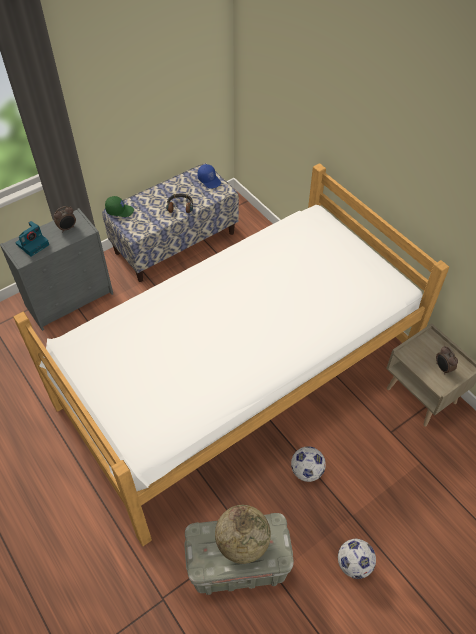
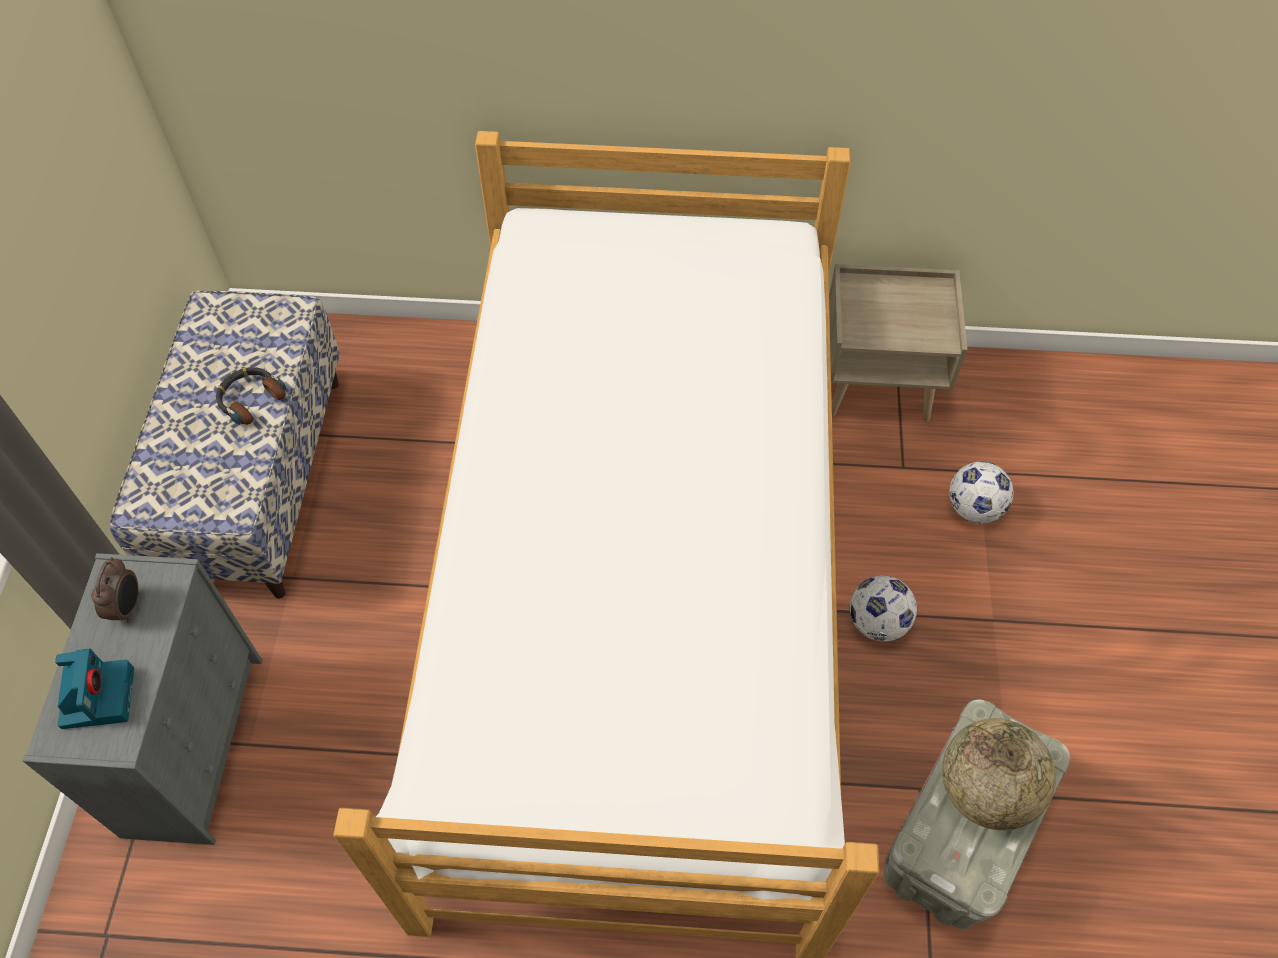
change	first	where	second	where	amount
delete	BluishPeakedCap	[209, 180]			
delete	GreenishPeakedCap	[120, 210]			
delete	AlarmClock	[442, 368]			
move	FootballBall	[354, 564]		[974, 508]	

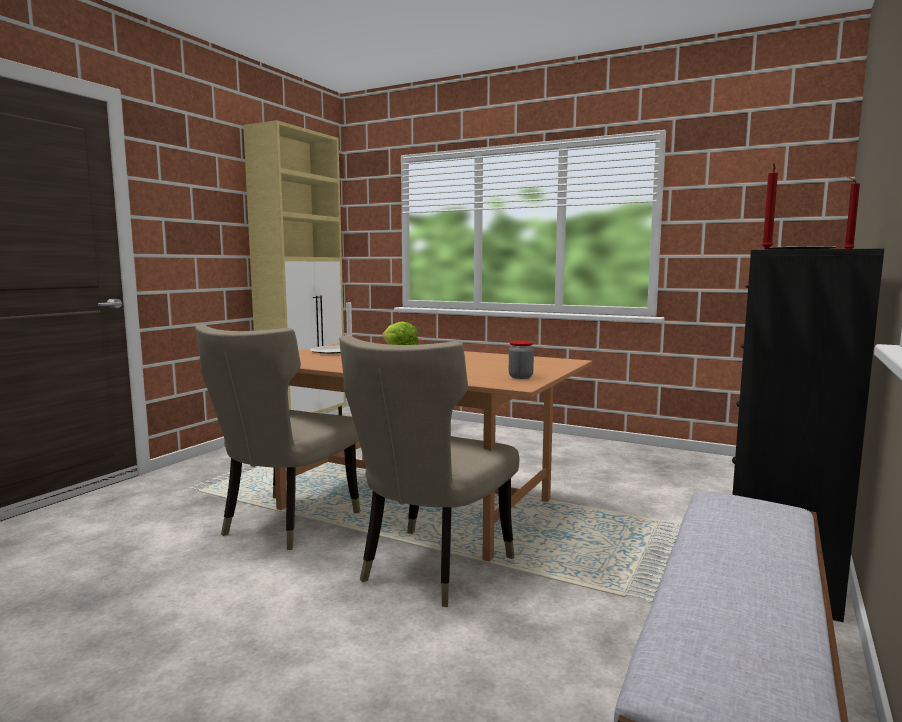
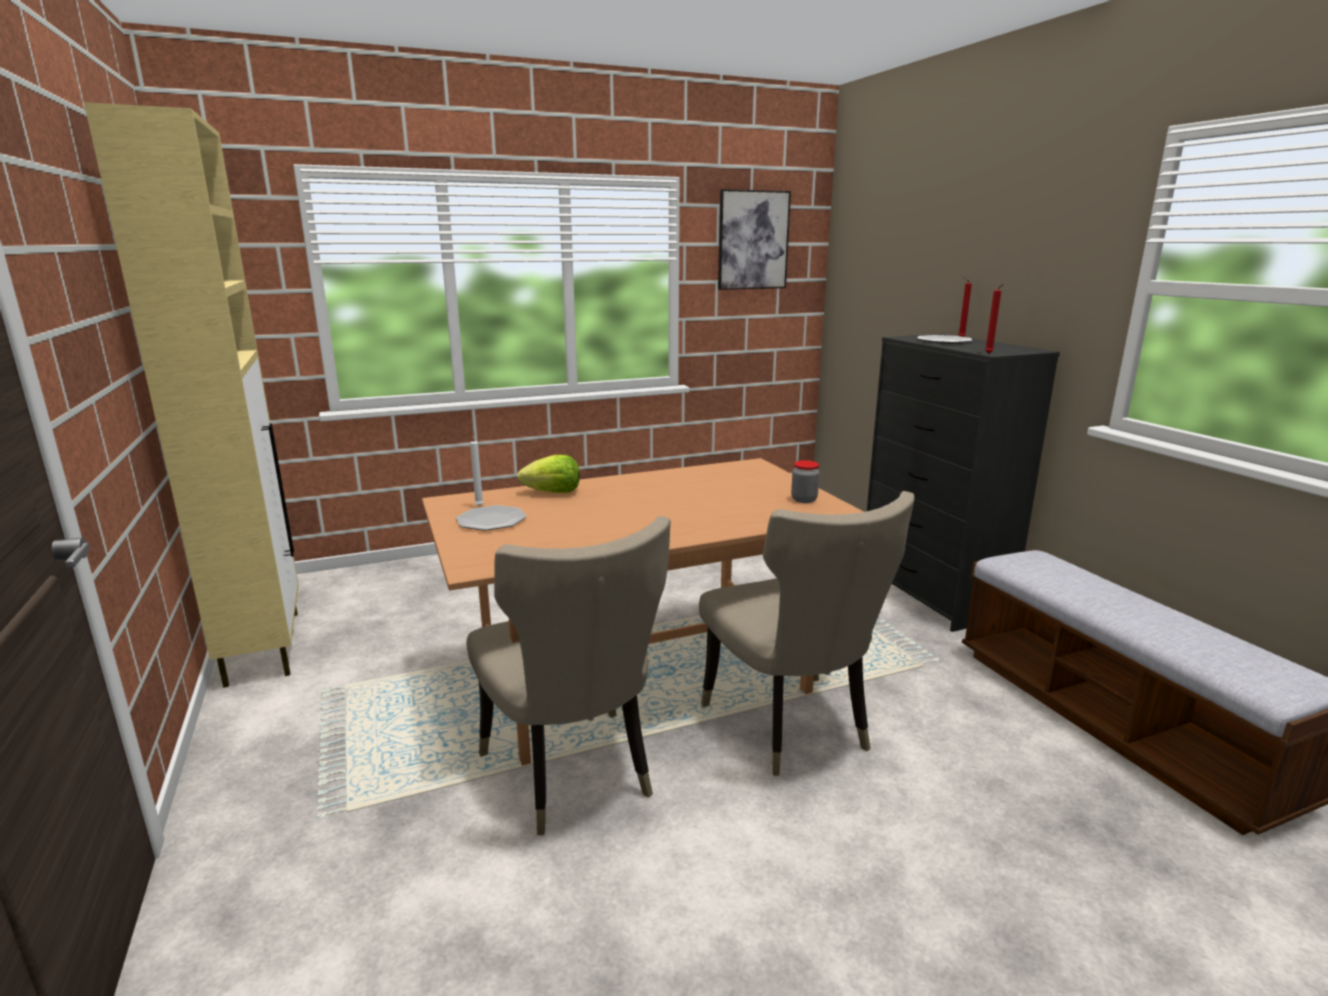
change	first	where	second	where	amount
insert			Picture	[753, 240]	

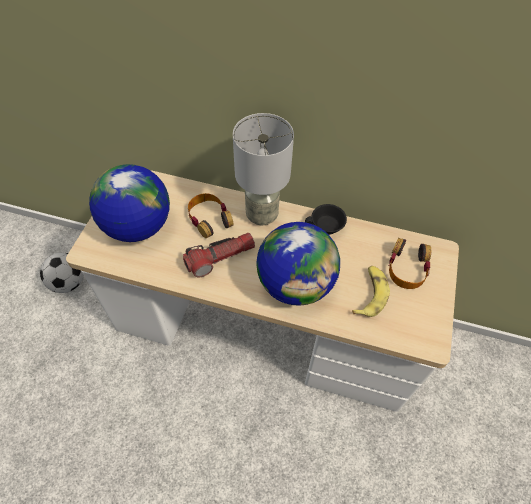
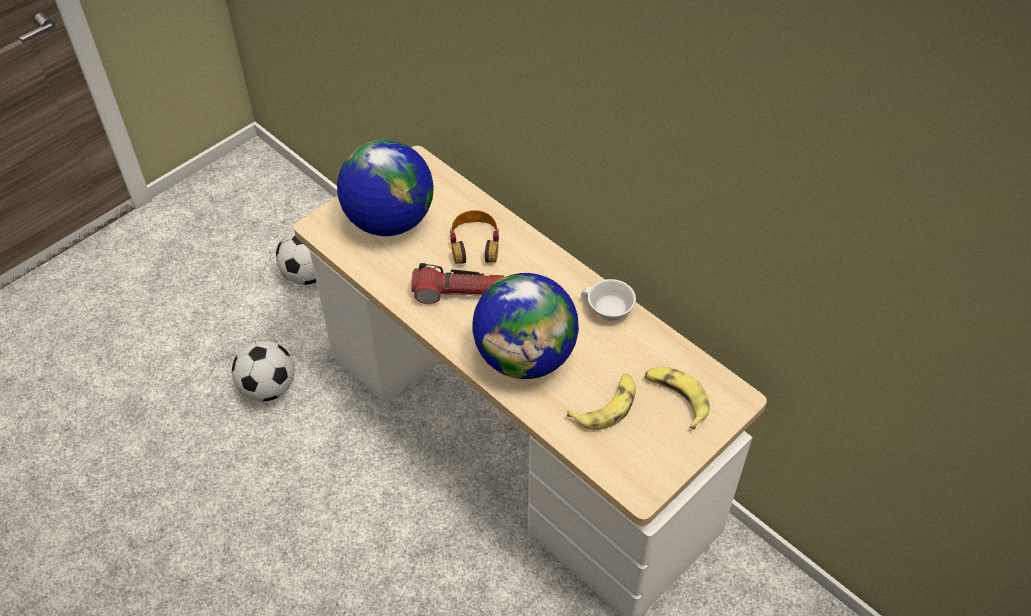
change	first	where	second	where	amount
delete	GreyishTableLamp	[261, 215]			
recolor	BlackishSmallCup	[326, 227]	WhiteSmallCup	[608, 311]	
replace	Headphones	[407, 268]	WholeBanana	[676, 398]	
insert			FootballBall	[268, 388]	

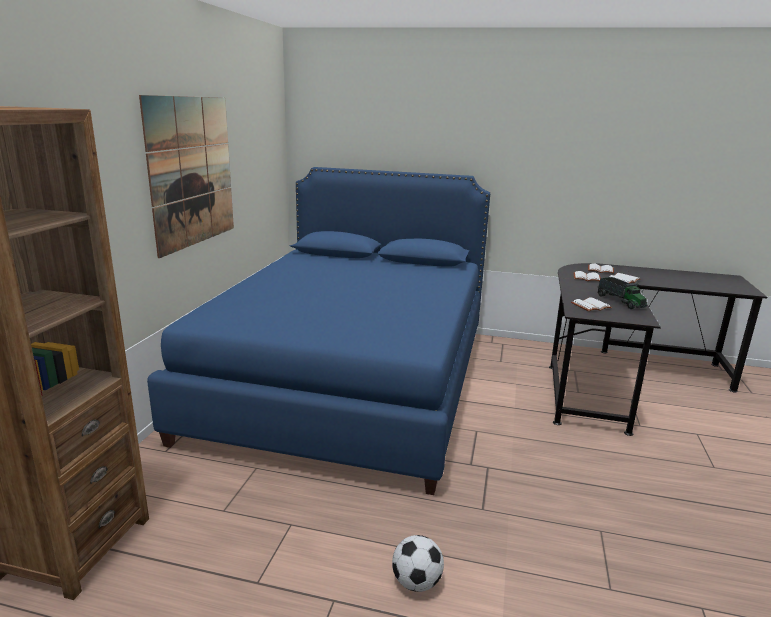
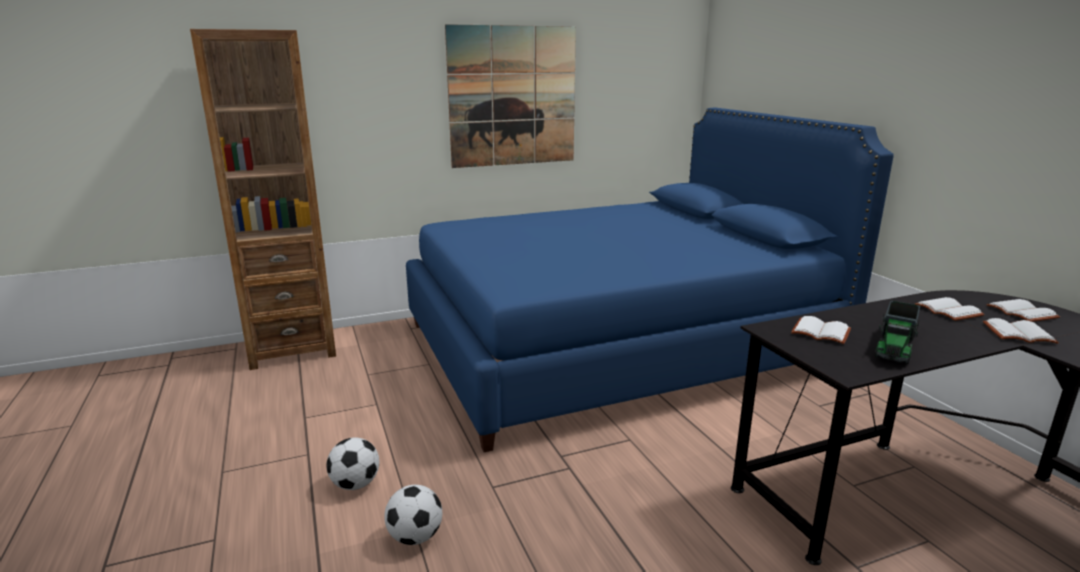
change	first	where	second	where	amount
insert			FootballBall	[415, 537]	

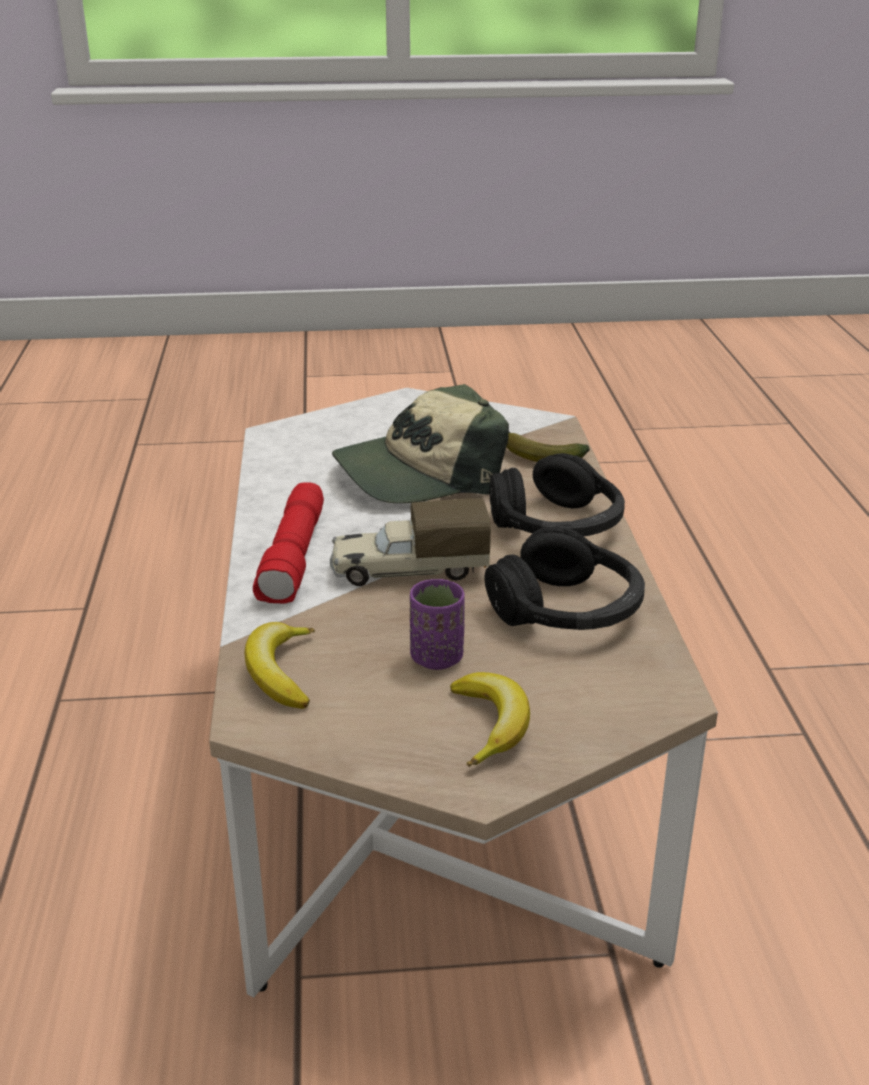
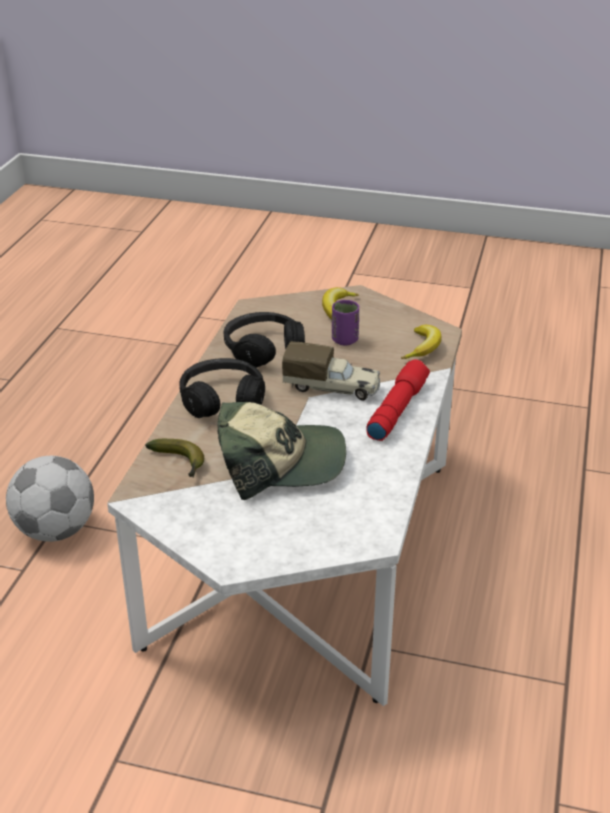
change	first	where	second	where	amount
insert			FootballBall	[56, 530]	

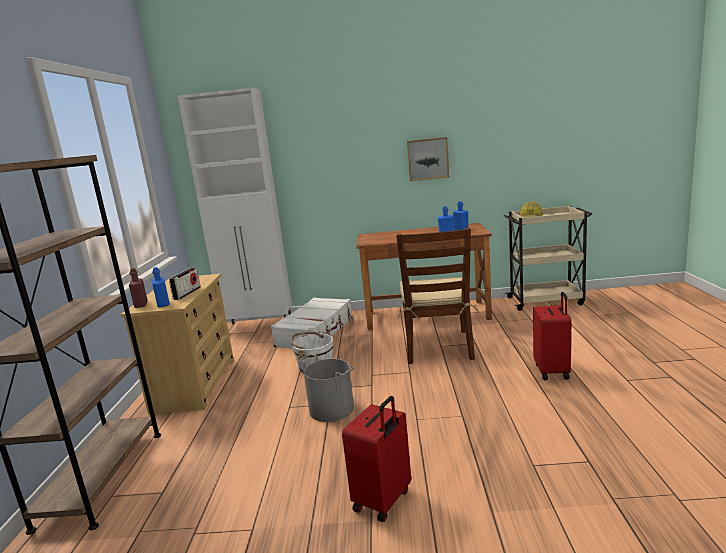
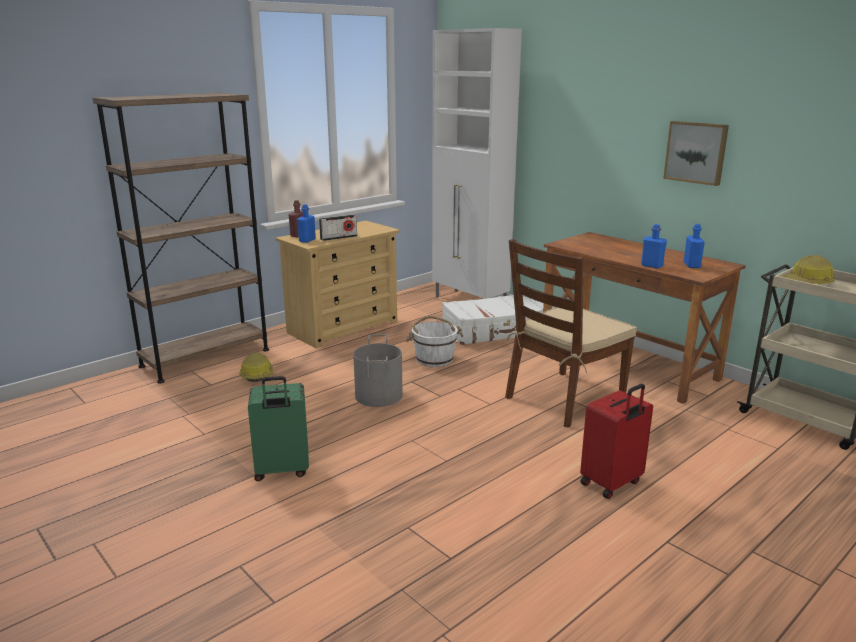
change	first	where	second	where	amount
recolor	RedColouredTravelCase	[383, 501]	GreenishTravelCase	[282, 471]	
insert			WorkHelmet	[257, 374]	

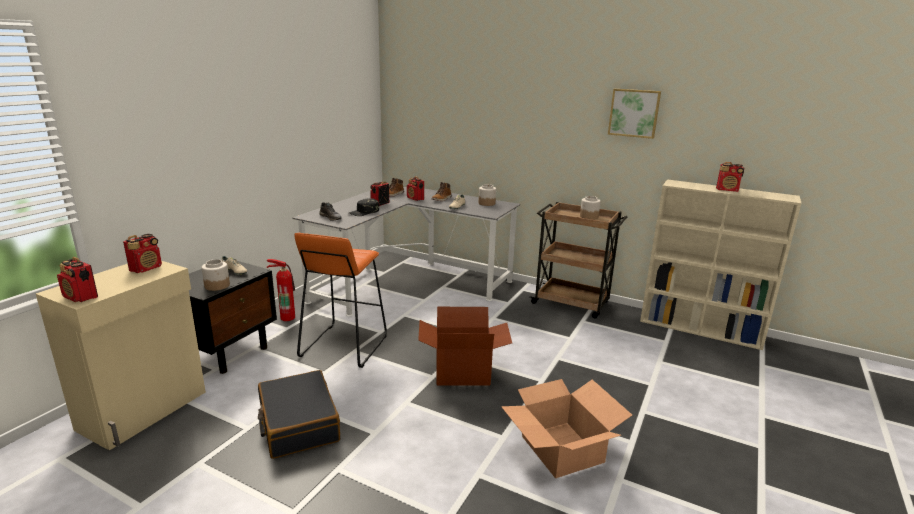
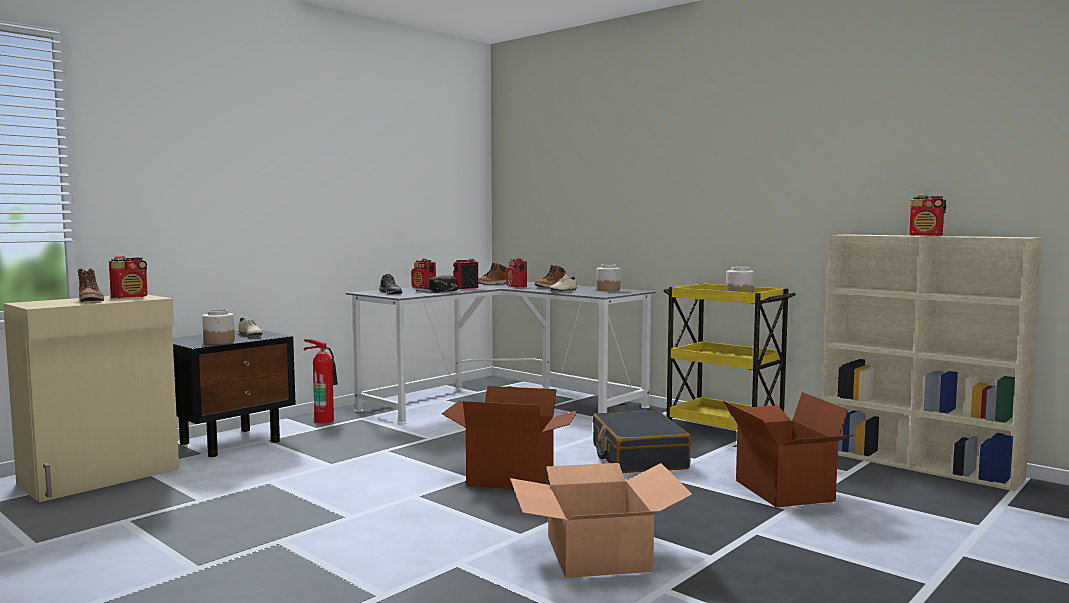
change	first	where	second	where	amount
delete	Picture	[634, 113]			
recolor	BrownColouredCart	[572, 303]	YellowishCart	[724, 430]	
delete	OrangeSittingStool	[343, 346]			
move	Radio	[81, 297]		[424, 288]	
move	BlackishTravelCase	[298, 424]		[638, 457]	
insert			Boot	[91, 300]	
insert			Carton	[782, 491]	

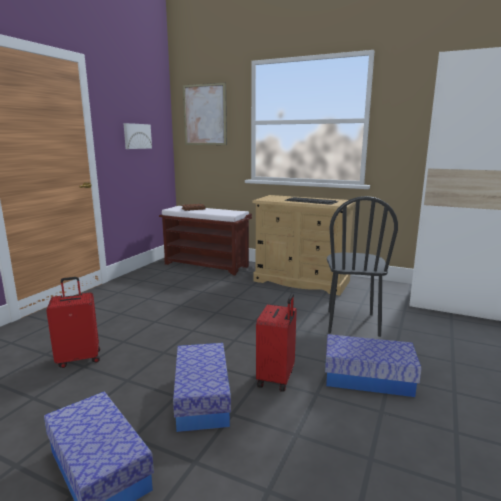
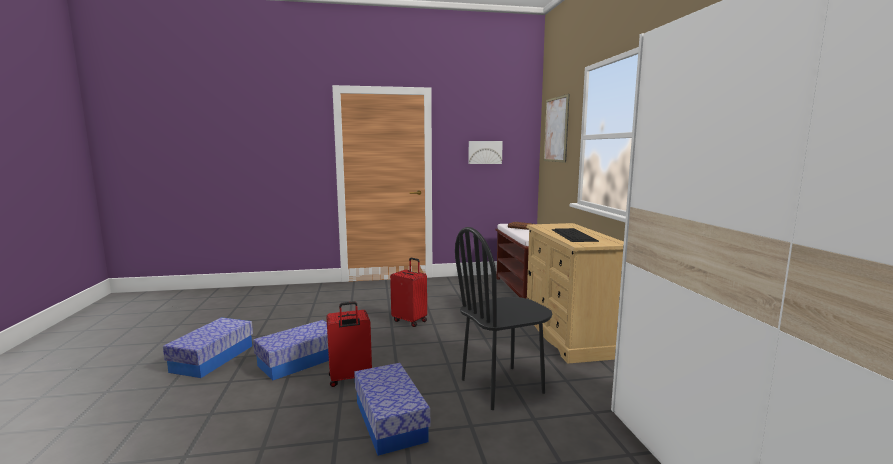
change	first	where	second	where	amount
move	RedColouredTravelCase	[79, 358]		[410, 320]	

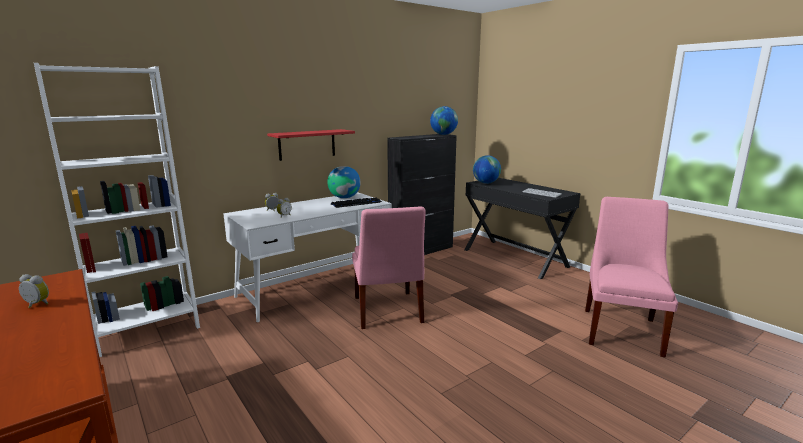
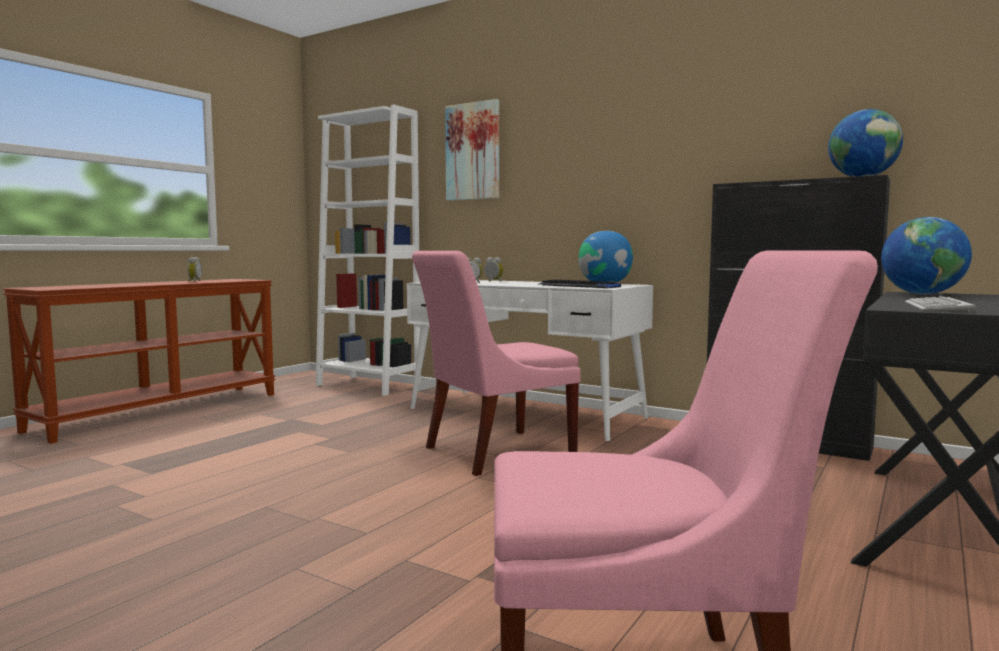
change	first	where	second	where	amount
delete	RedColouredShelf	[307, 144]			
insert			Picture	[473, 151]	

